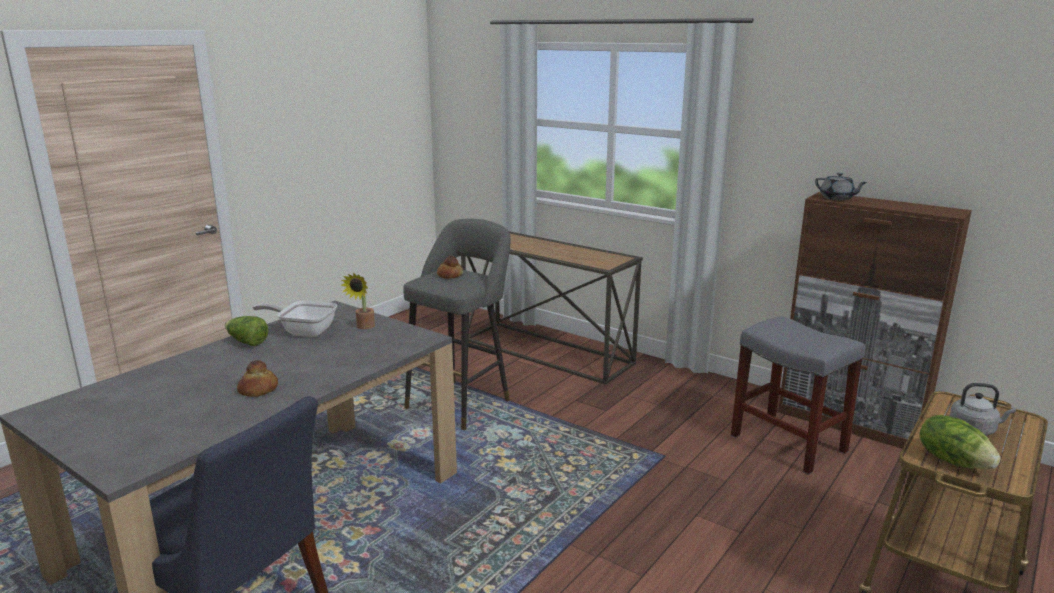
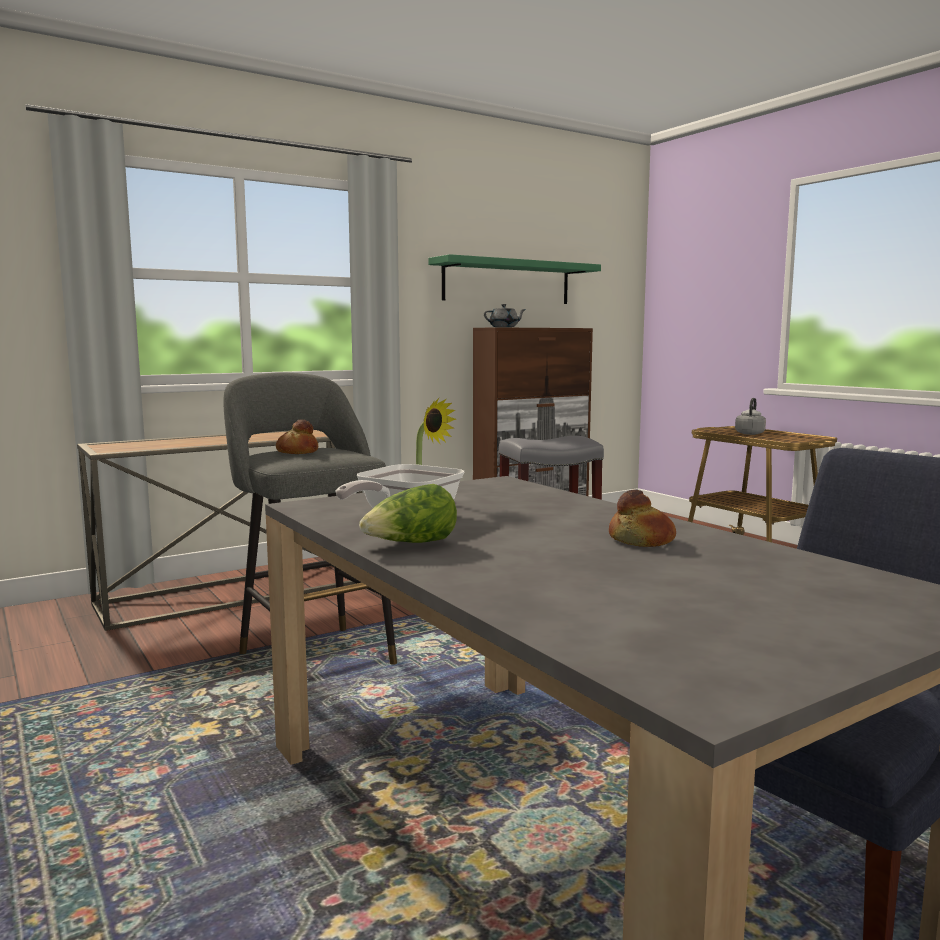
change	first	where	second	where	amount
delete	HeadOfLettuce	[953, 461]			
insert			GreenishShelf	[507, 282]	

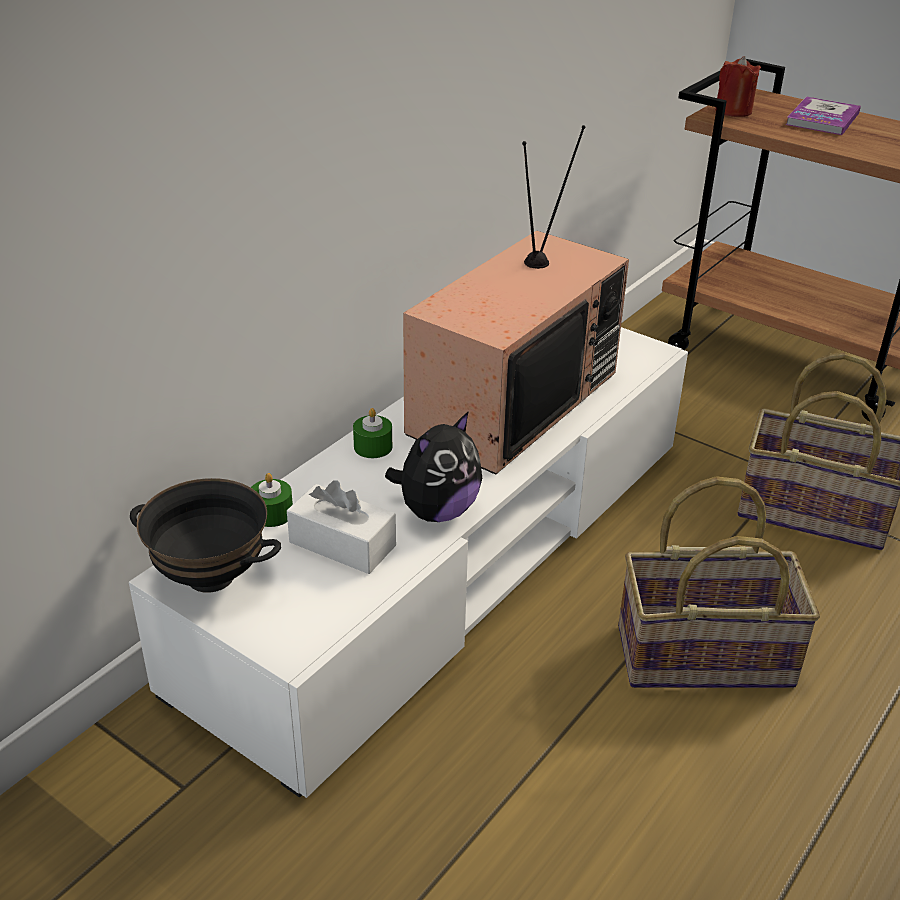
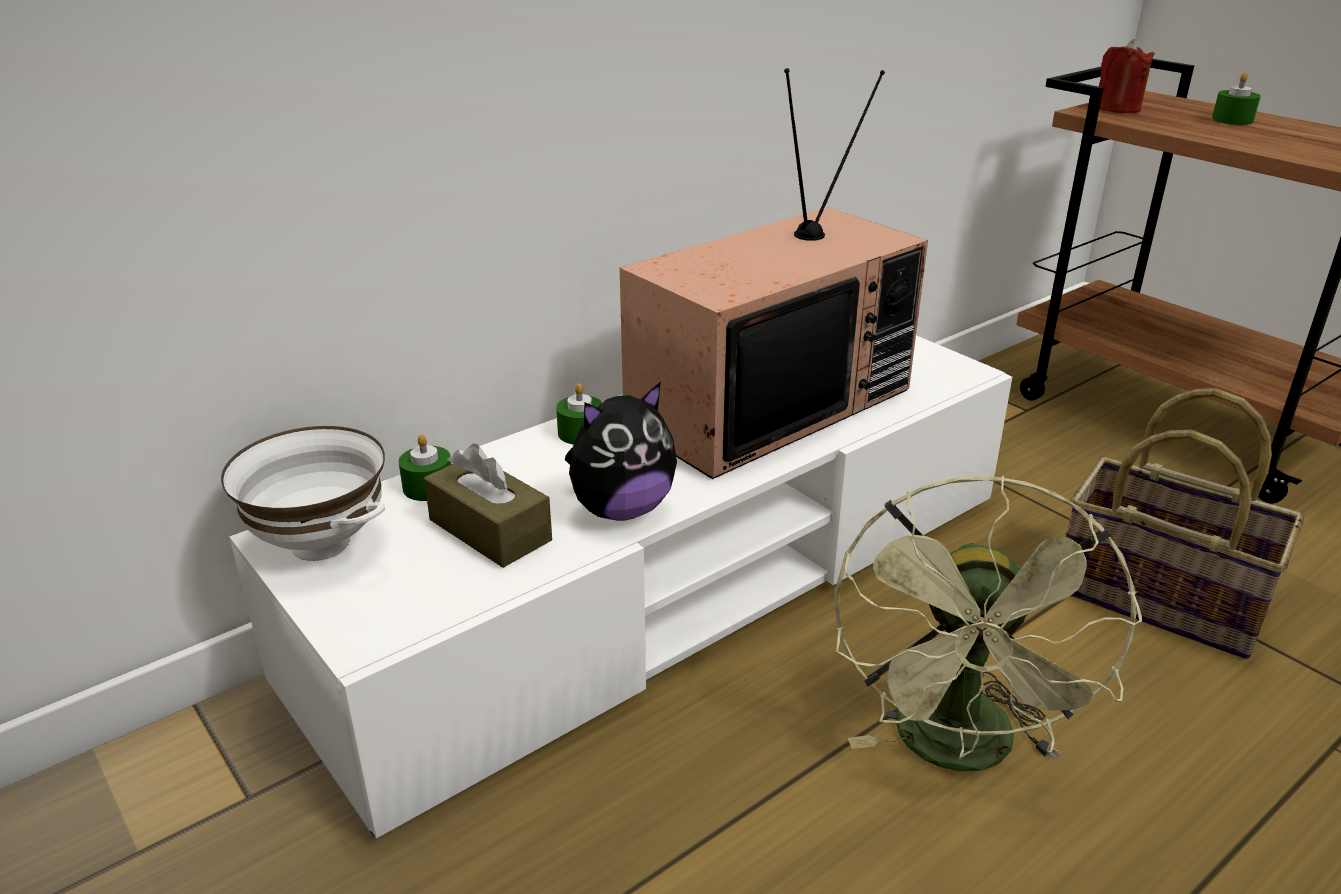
change	first	where	second	where	amount
replace	Volume	[822, 119]	GreenishCandle	[1232, 120]	
replace	HouseholdBasket	[705, 654]	GreenishFan	[959, 752]	
recolor	BlackishBowl	[209, 577]	WhiteBowl	[318, 545]	
recolor	WhiteTissueBox	[342, 544]	BrownColouredTissueBox	[490, 530]	

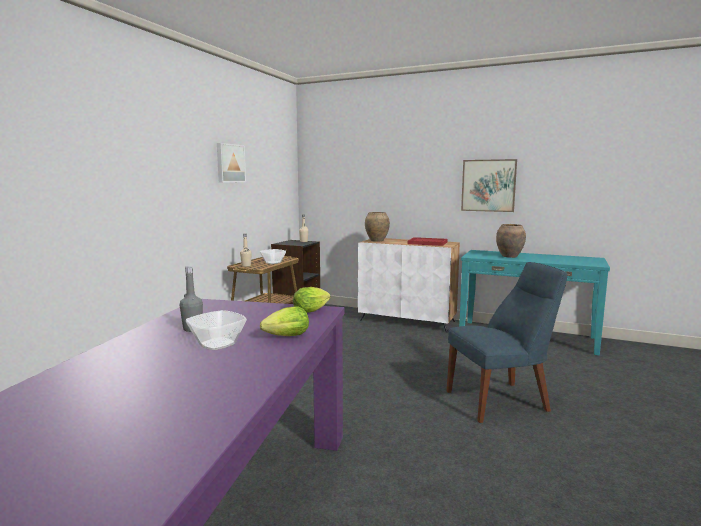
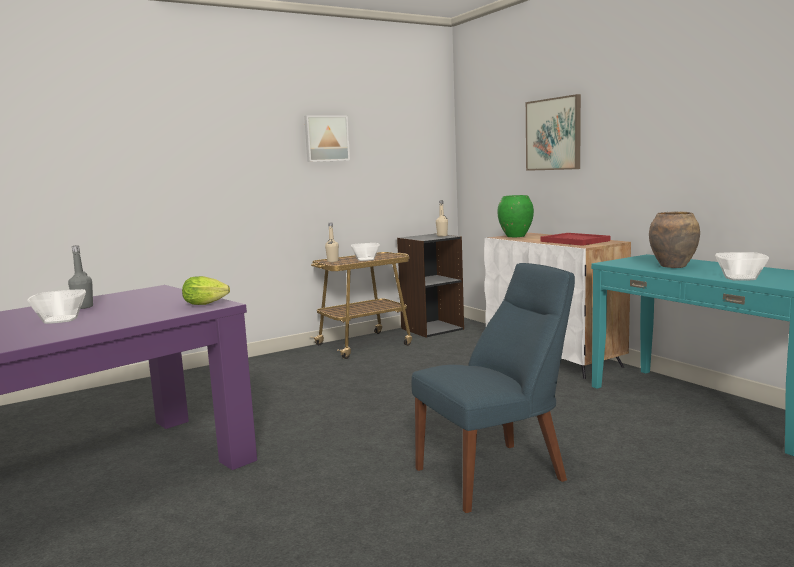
change	first	where	second	where	amount
move	Picture	[488, 185]		[553, 134]	
recolor	BrownColouredVase	[376, 240]	GreenishVase	[515, 236]	
rotate	BluishPlainChair	[501, 401]		[496, 473]	45 degrees counterclockwise
delete	HeadOfLettuce	[284, 337]			
insert			Bowl	[739, 278]	

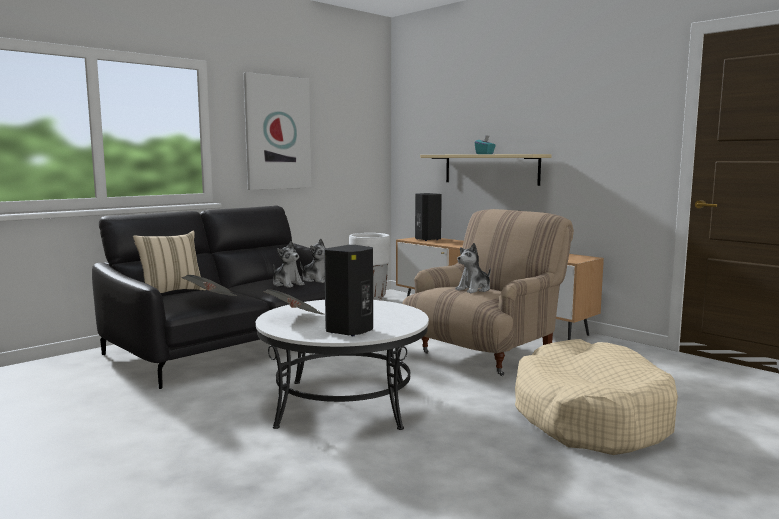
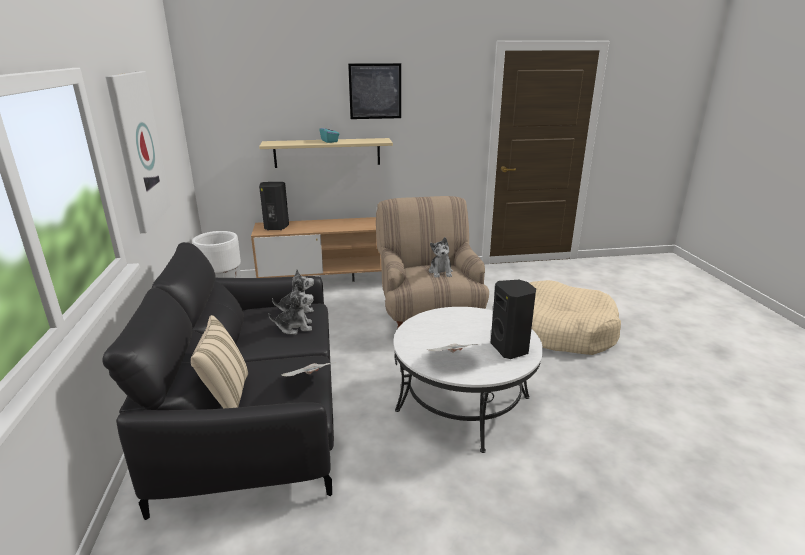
change	first	where	second	where	amount
insert			Picture	[375, 91]	

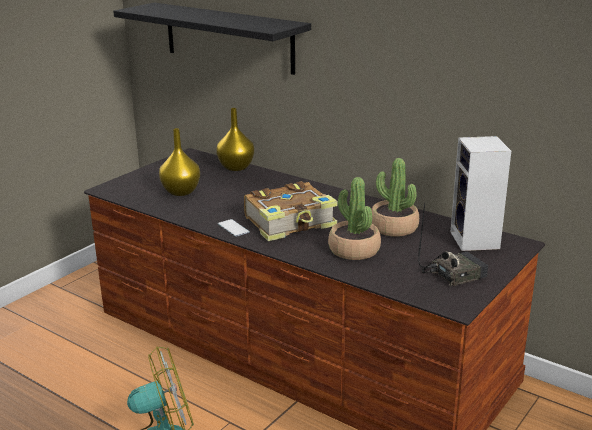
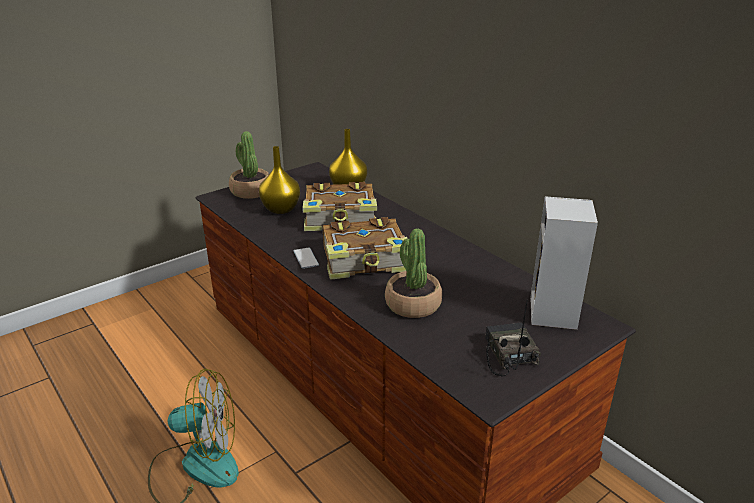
change	first	where	second	where	amount
delete	BlackishShelf	[228, 37]			
move	Houseplant	[393, 228]		[250, 191]	
rotate	Radio	[454, 274]		[507, 354]	90 degrees counterclockwise
insert			Volume	[341, 218]	

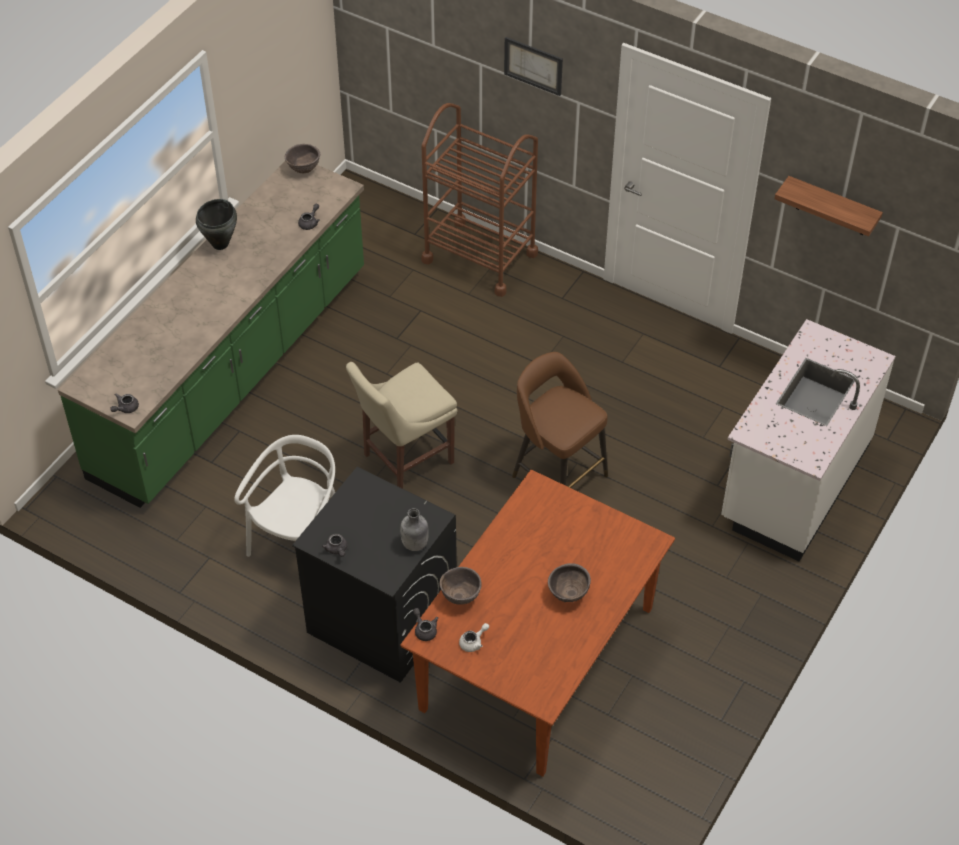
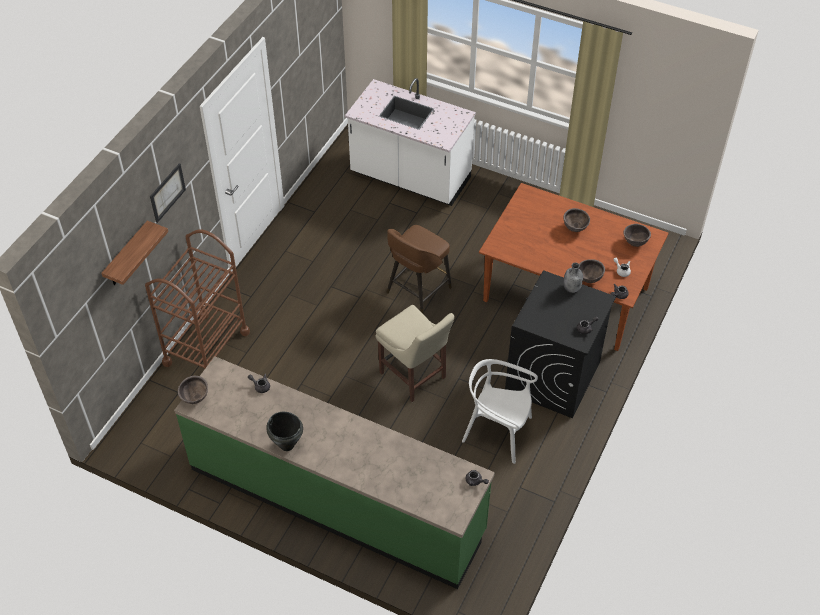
change	first	where	second	where	amount
move	Shelf	[832, 207]		[127, 256]	
insert			BrownColouredBowl	[635, 243]	

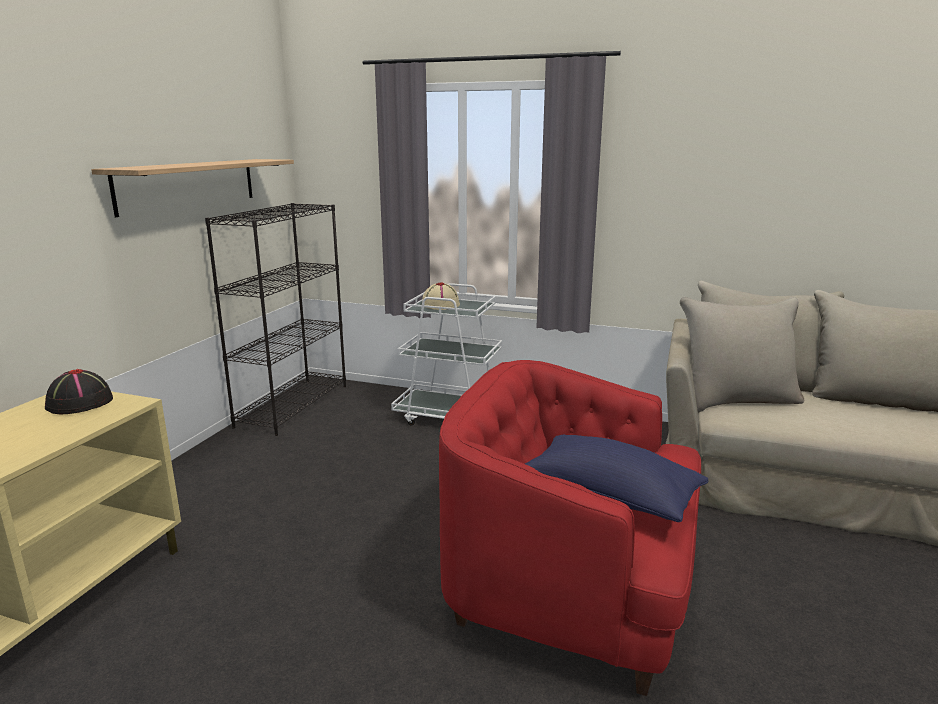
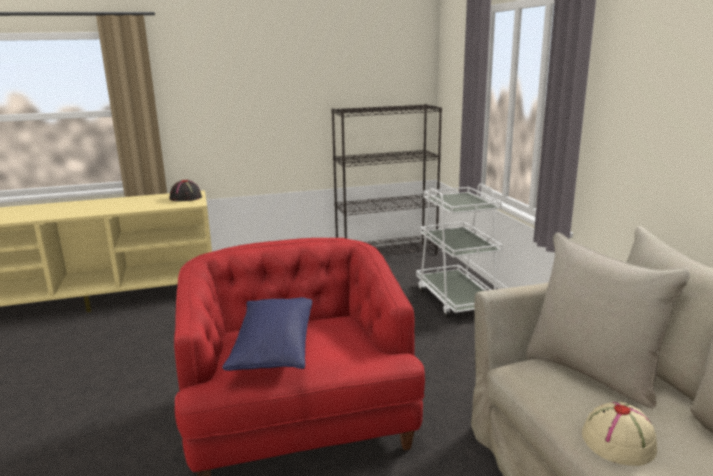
change	first	where	second	where	amount
delete	Shelf	[189, 184]			
move	BeigeColouredWearableHat	[440, 305]		[618, 441]	

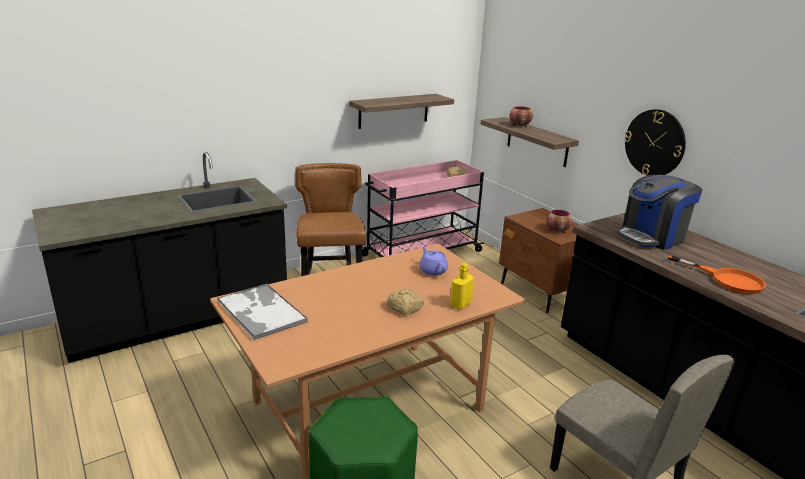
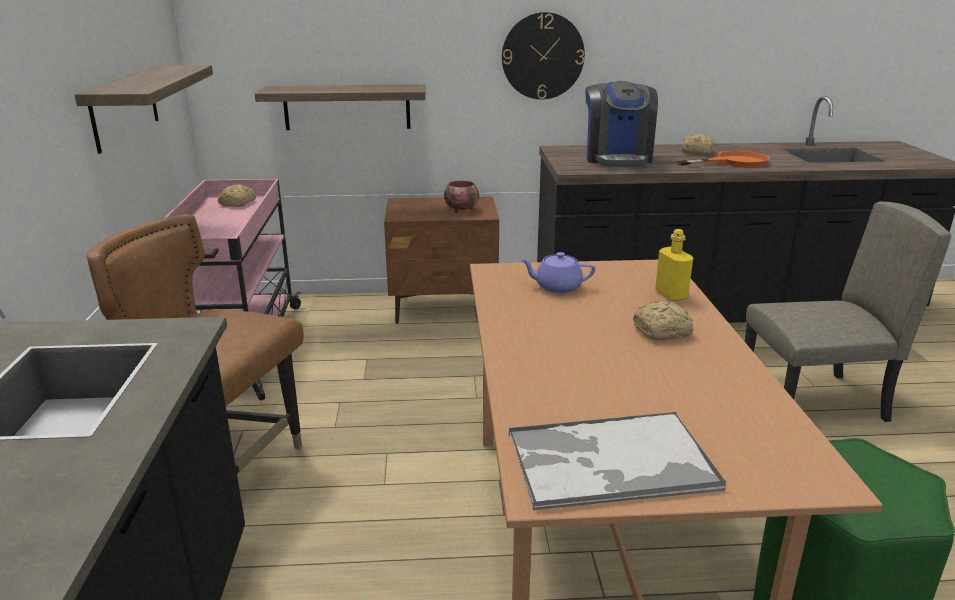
change	first	where	second	where	amount
delete	Bowl	[520, 126]			
insert			BakeryBread	[696, 152]	

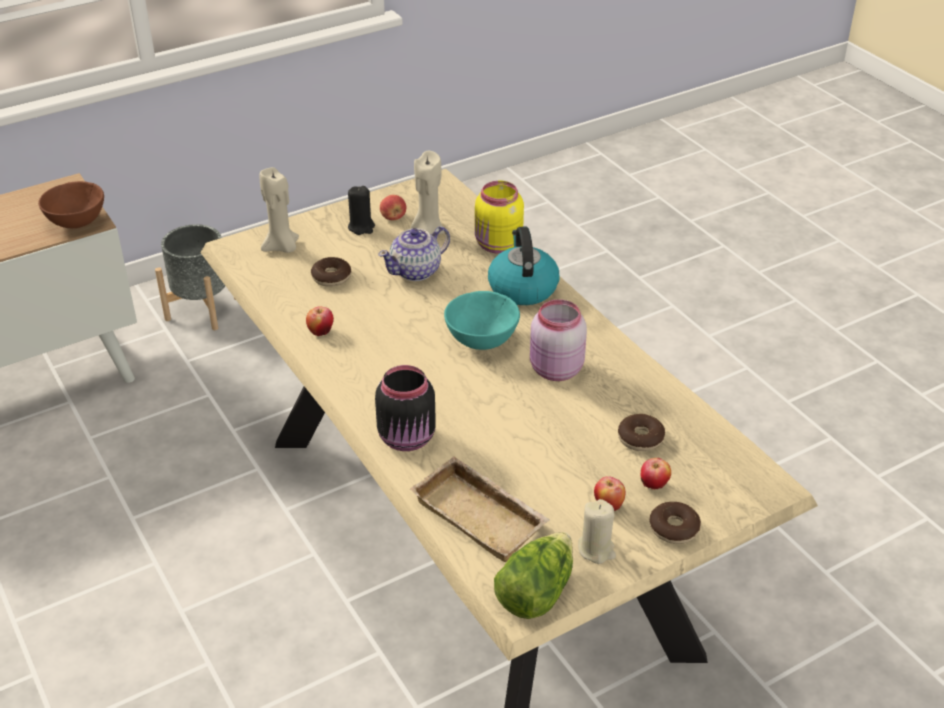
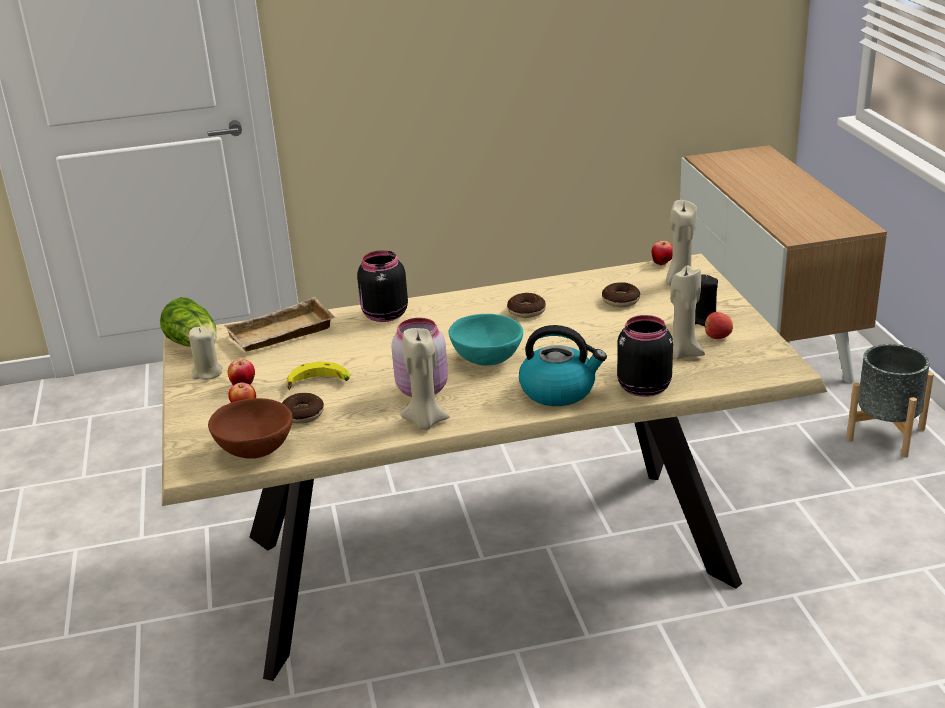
change	first	where	second	where	amount
move	BrownColouredBowl	[76, 222]		[255, 449]	
recolor	YellowishStorageJar	[497, 245]	BlackishStorageJar	[642, 387]	
delete	TeaPot	[416, 271]			
move	AppleFruit	[321, 332]		[662, 264]	
move	Doughnut	[673, 528]		[526, 311]	
insert			BeigeColouredCandle	[425, 422]	
insert			WholeBanana	[318, 385]	

